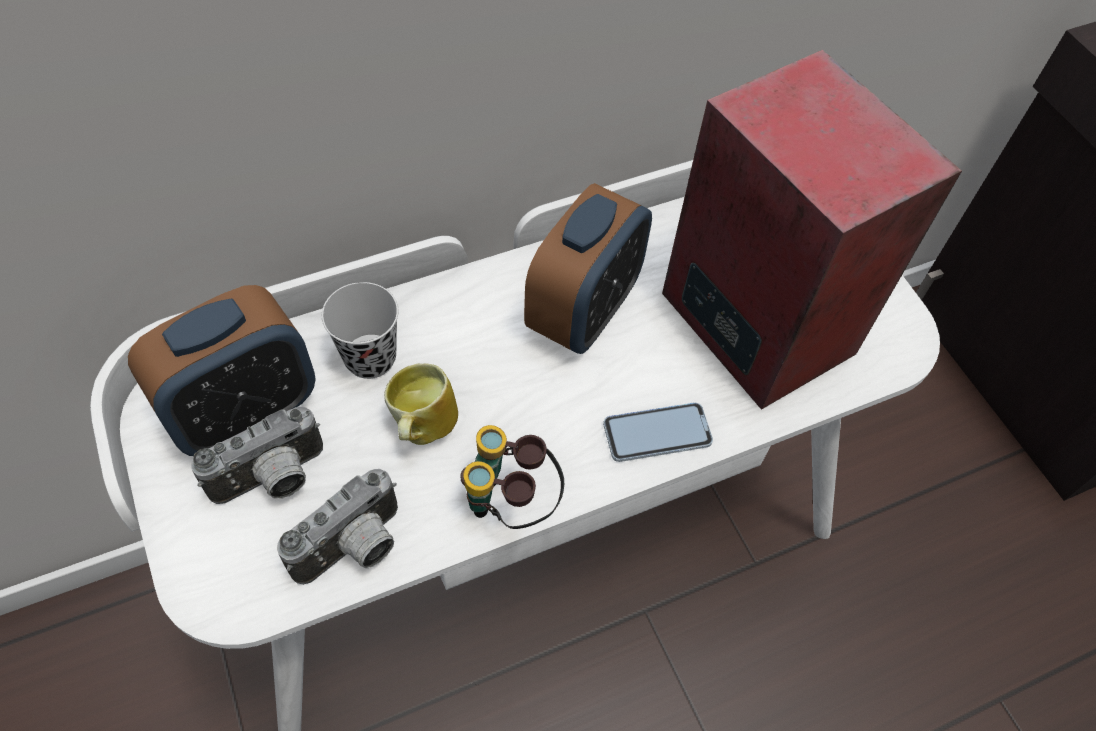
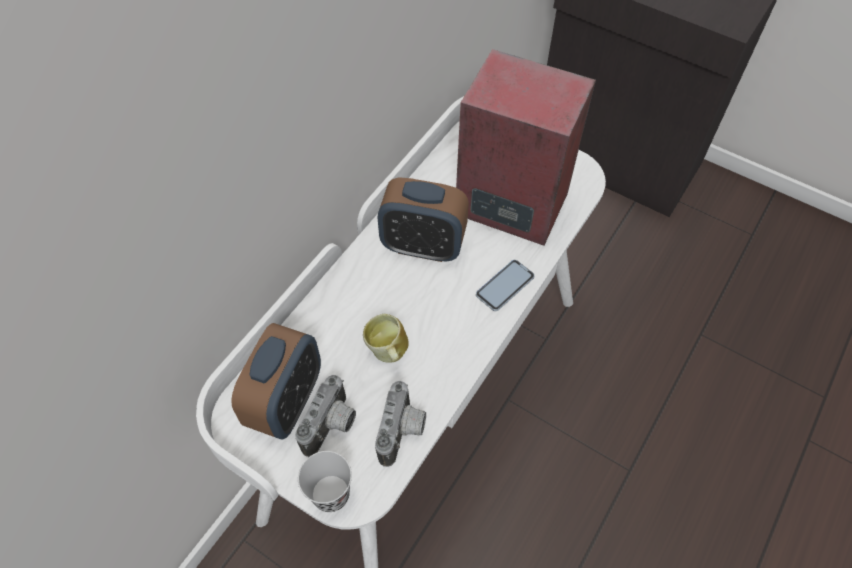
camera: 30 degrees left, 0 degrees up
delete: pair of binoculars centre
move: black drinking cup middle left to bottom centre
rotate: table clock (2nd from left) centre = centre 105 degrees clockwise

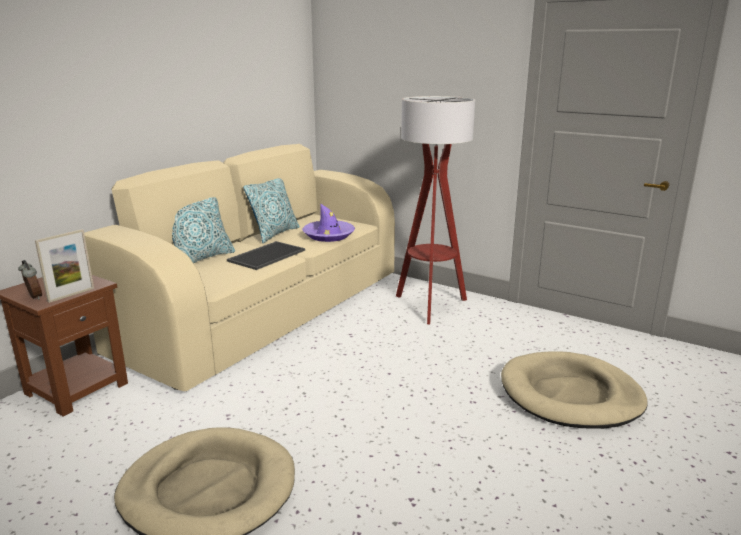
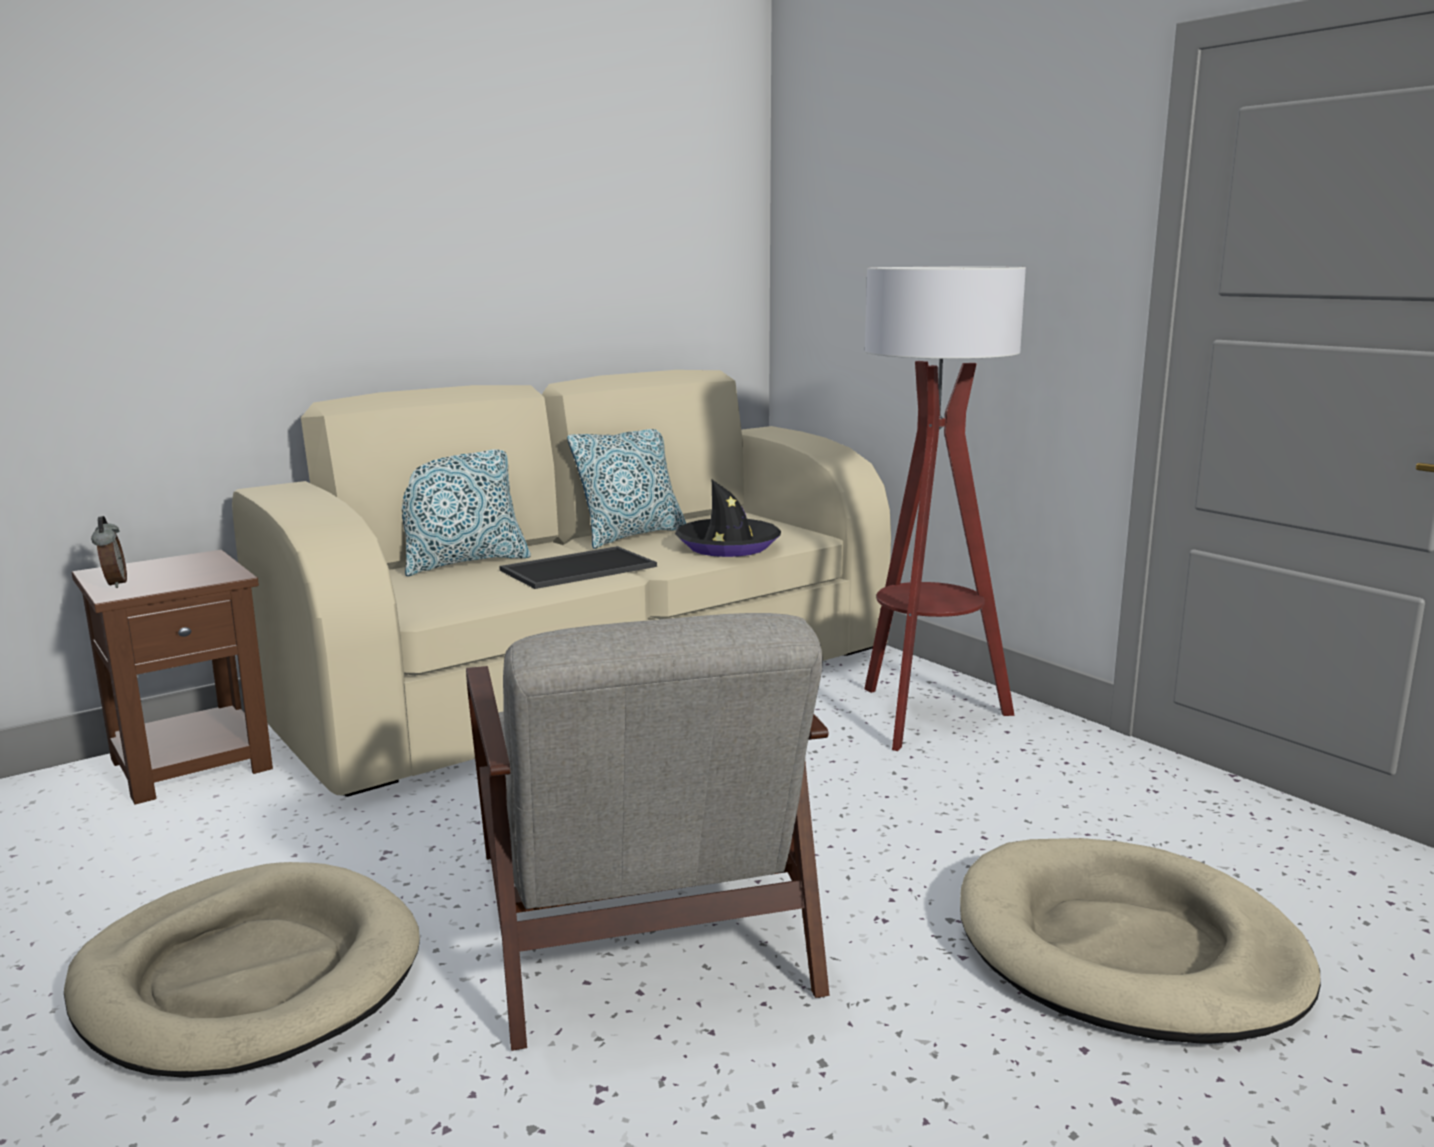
camera: 20 degrees right, 5 degrees down
delete: photo frame middle left
insert: gray armchair bottom centre
recolor: purple hat centre to black hat centre

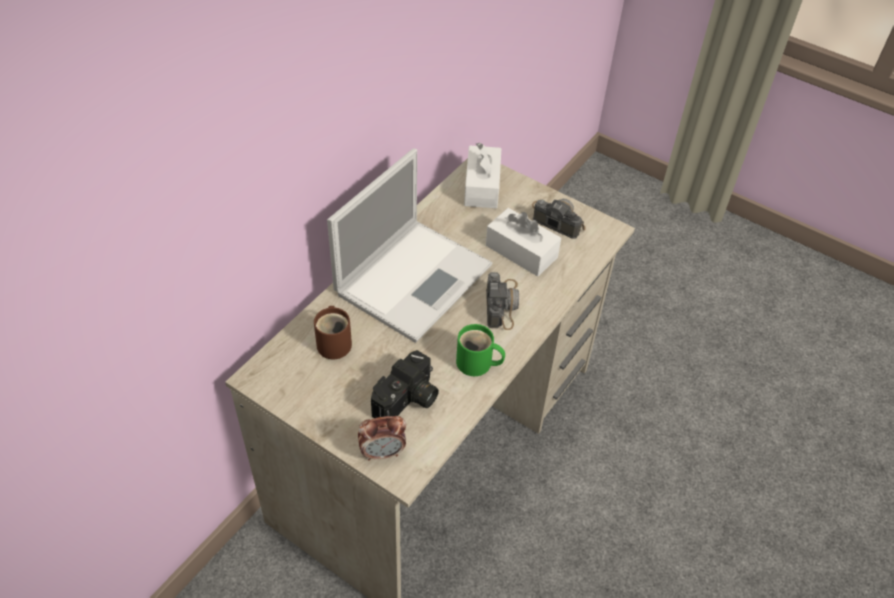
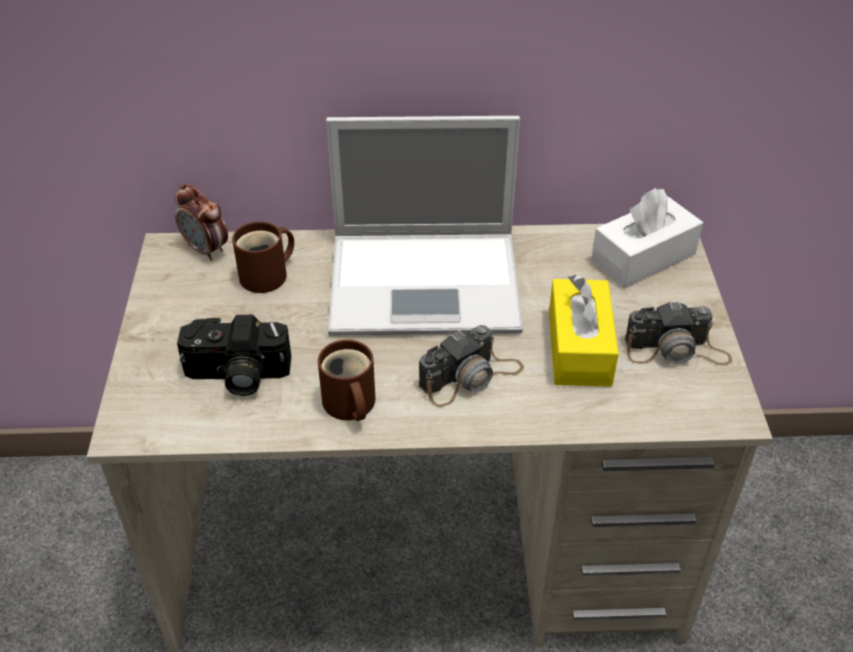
camera: 55 degrees right, 5 degrees down
move: table clock bottom centre to middle left
recolor: greenish mug centre to brown-coloured mug (2nd from left) centre; white-coloured tissue holder (2nd from left) centre to yellowish tissue holder middle right
rotate: photo camera (3rd from left) centre = middle right 90 degrees clockwise

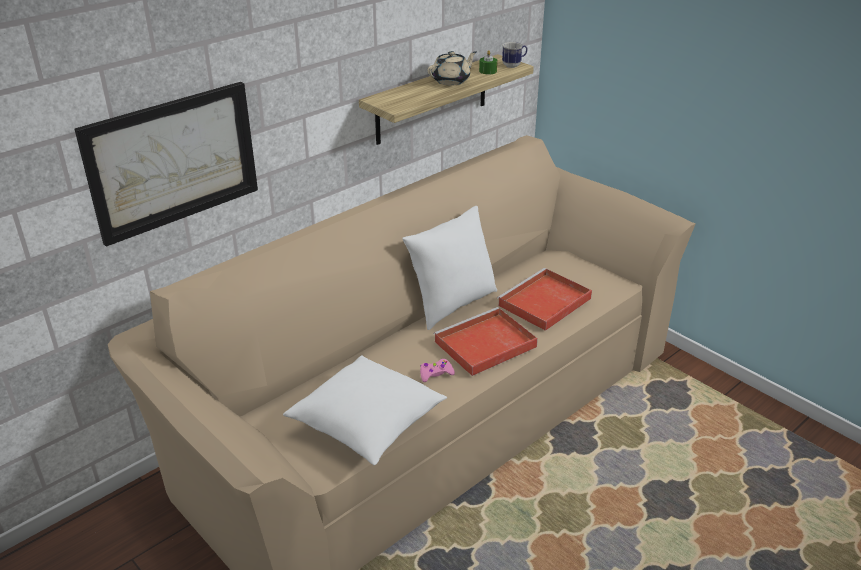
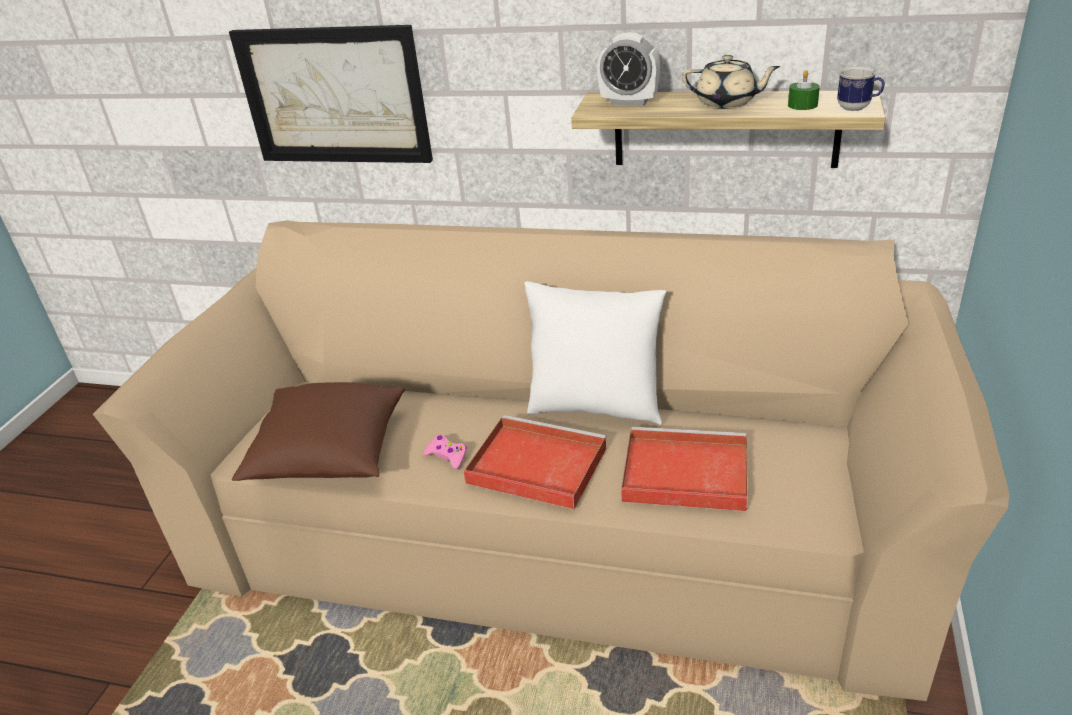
camera: 60 degrees right, 0 degrees up
insert: table clock top centre
recolor: white-coloured throw pillow (1st from left) bottom centre to brown-coloured throw pillow middle left

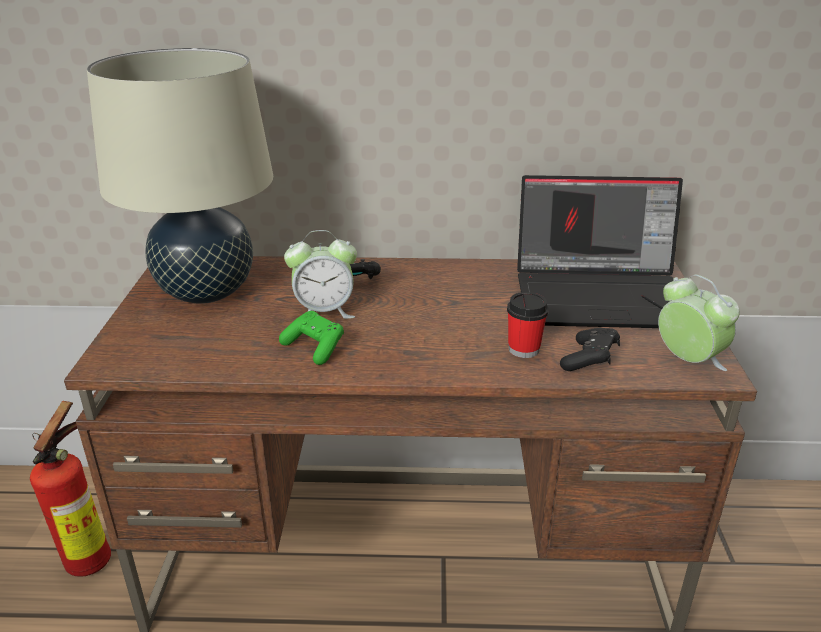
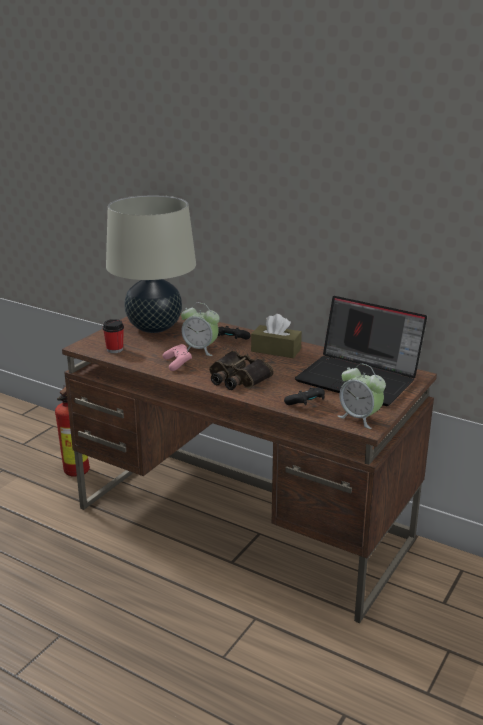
camera: 30 degrees right, 5 degrees down
insert: pair of binoculars centre; brown-coloured tissue holder centre
move: drinking cup centre to middle left
recolor: greenish joypad centre to pinkish joypad centre
rotate: table clock (2nd from left) middle right = middle right 135 degrees clockwise

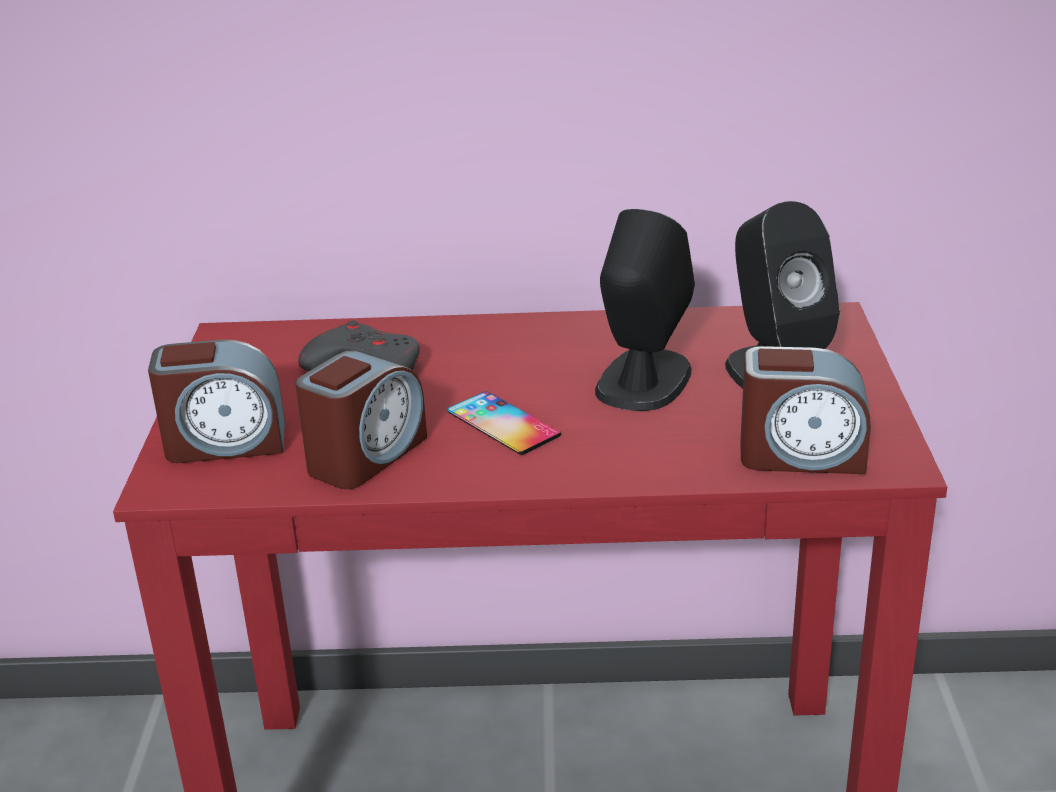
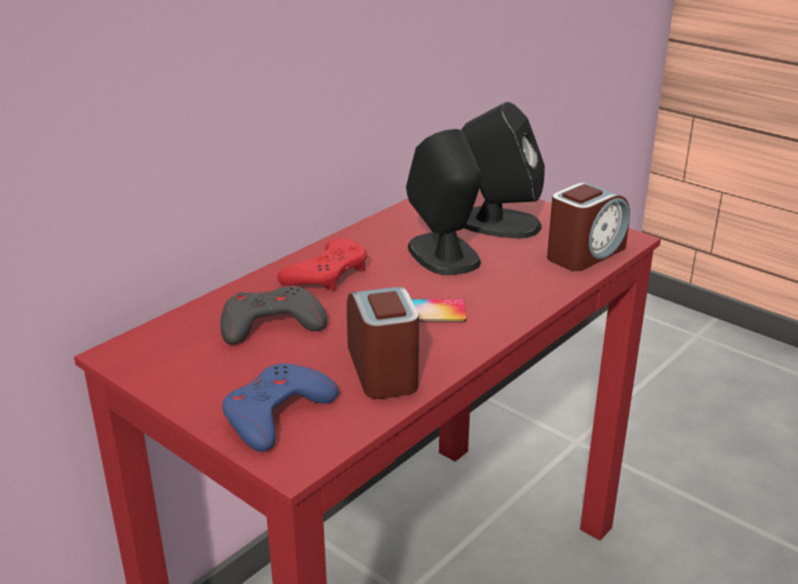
camera: 50 degrees left, 0 degrees up
insert: red-coloured joypad centre
replace: table clock (1st from left) middle left to blue-coloured joypad bottom centre

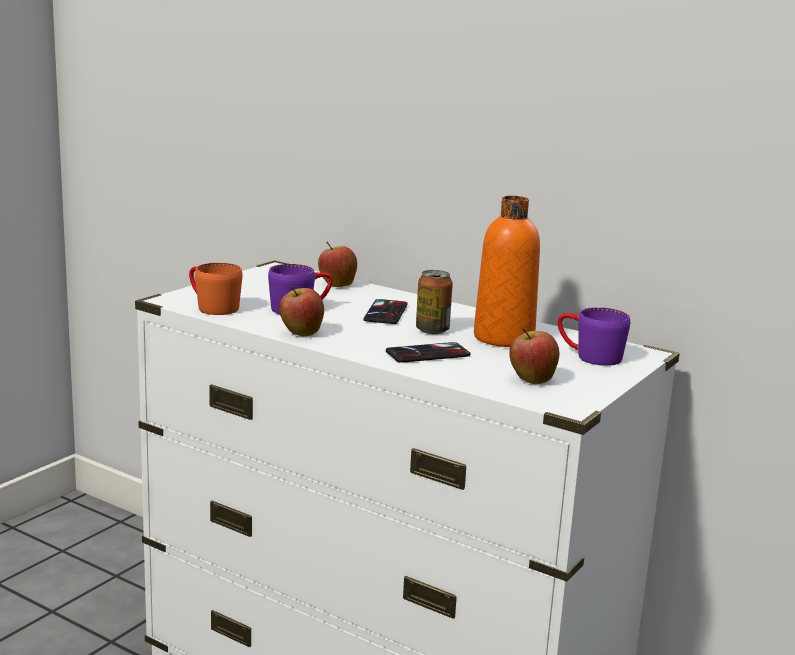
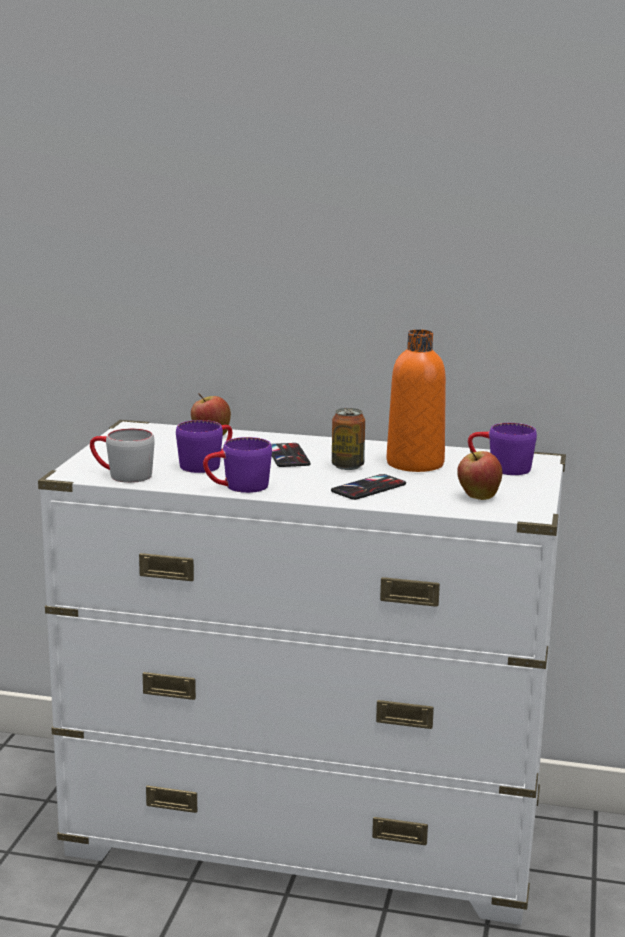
camera: 20 degrees left, 0 degrees up
replace: whole apple (1st from left) centre to purple mug (2nd from left) centre
recolor: orange-coloured mug middle left to gray mug middle left

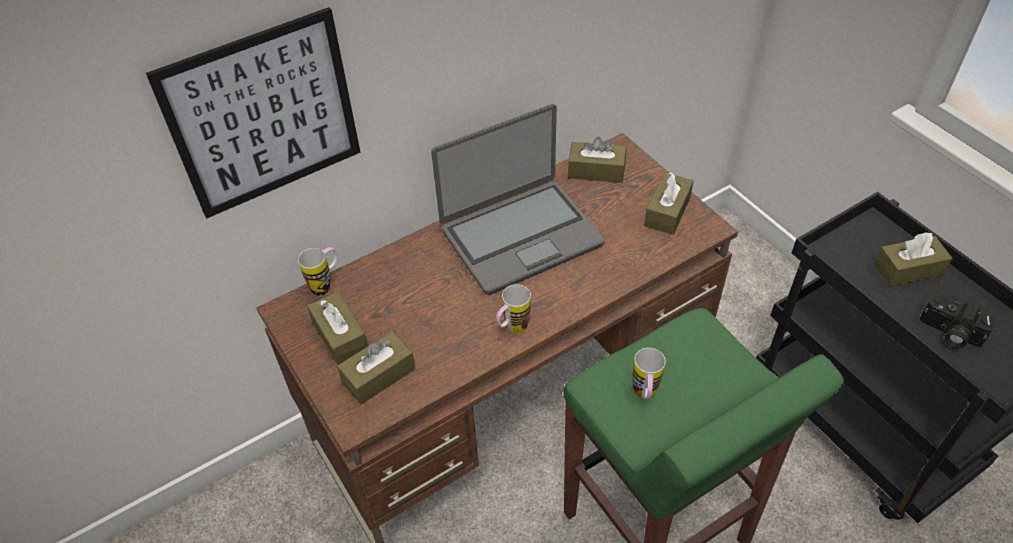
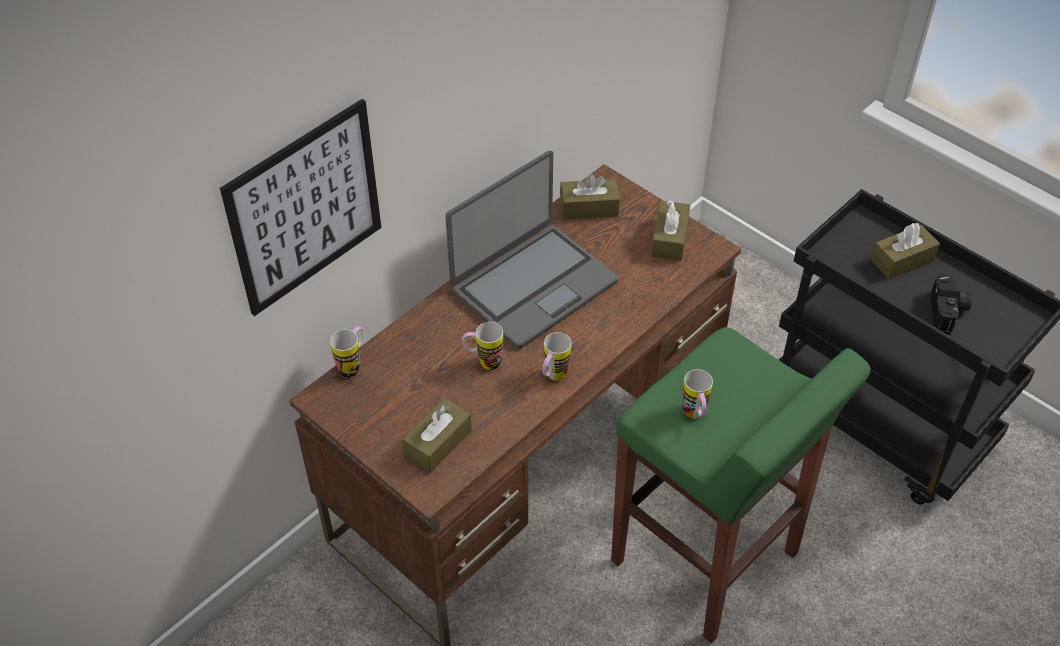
camera: 15 degrees left, 0 degrees up
delete: brown-coloured tissue holder (1st from left) middle left
insert: mug (2nd from left) centre
rotate: photo camera middle right = middle right 105 degrees counterclockwise

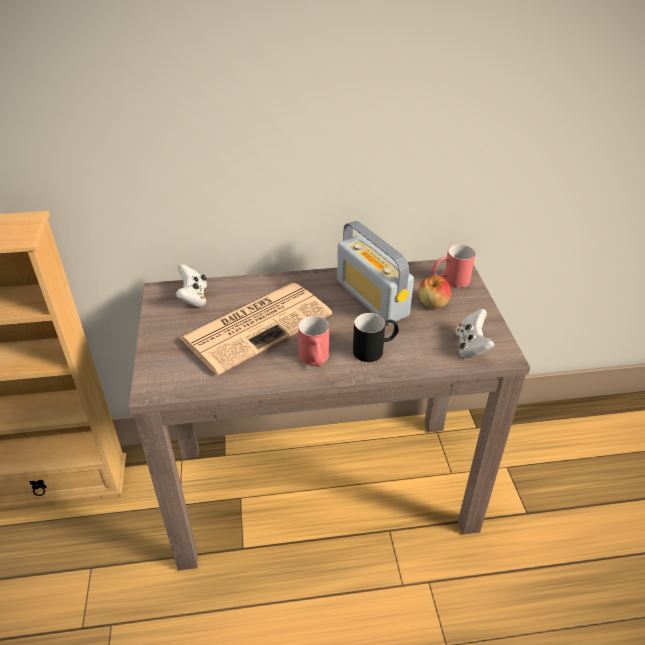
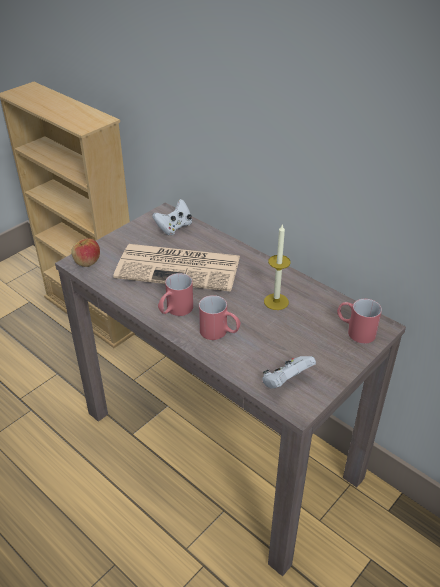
camera: 50 degrees right, 0 degrees up
move: whole apple middle right to middle left
replace: radio centre to wax light centre
recolor: black mug centre to red-coloured mug (2nd from left) centre

